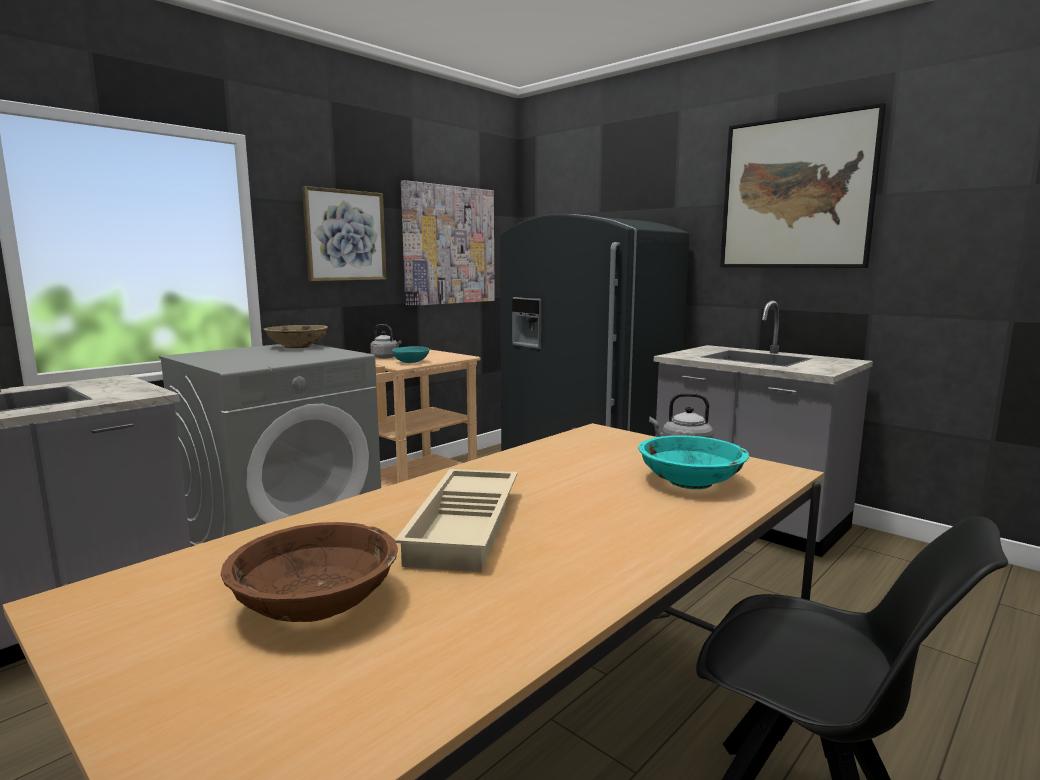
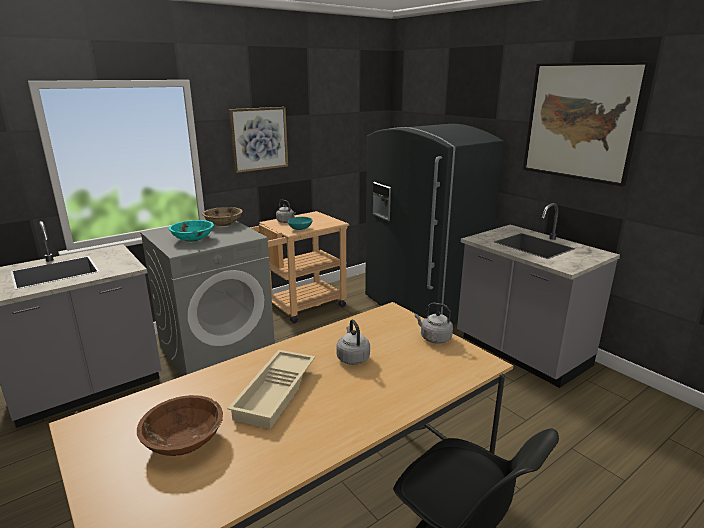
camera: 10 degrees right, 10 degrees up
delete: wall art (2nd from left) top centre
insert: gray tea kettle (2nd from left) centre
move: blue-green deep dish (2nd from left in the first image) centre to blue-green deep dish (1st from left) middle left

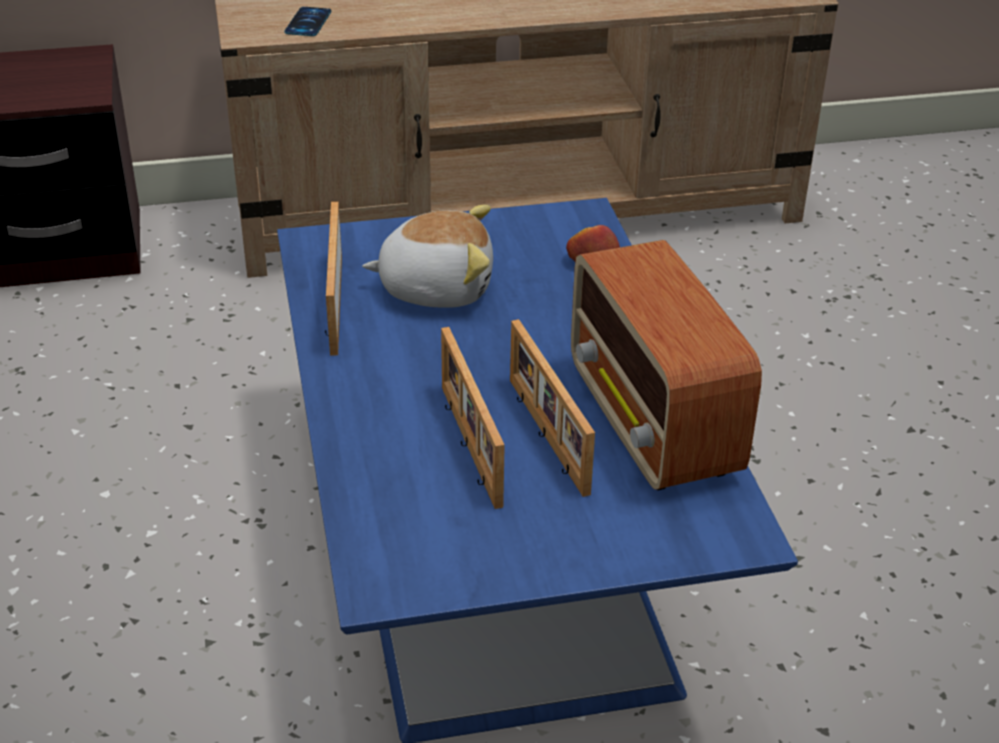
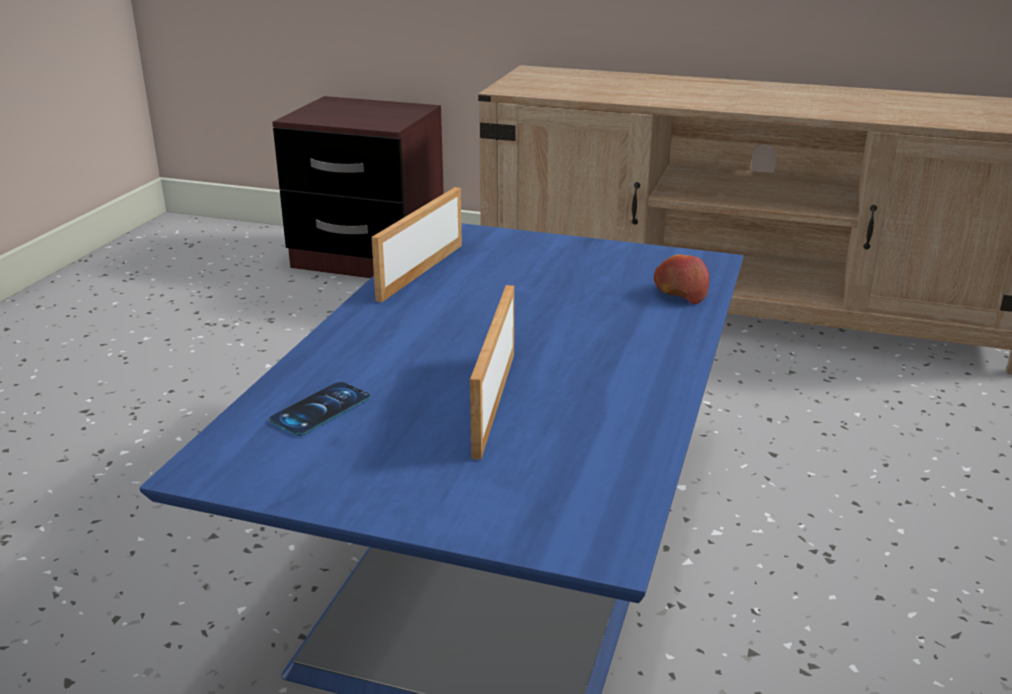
camera: 30 degrees right, 10 degrees down
delete: cuddly toy centre; photo frame (2nd from left) centre; radio middle right
move: phone top left to middle left

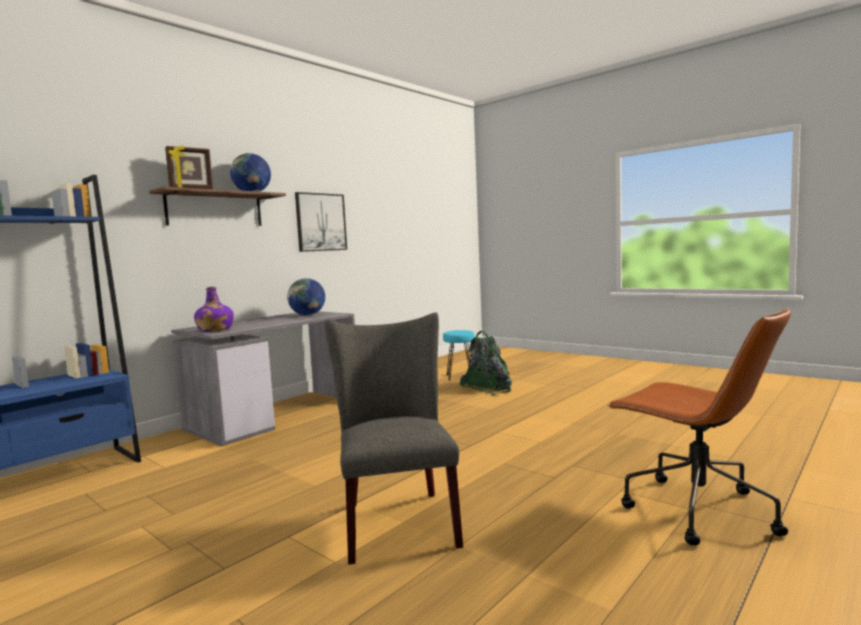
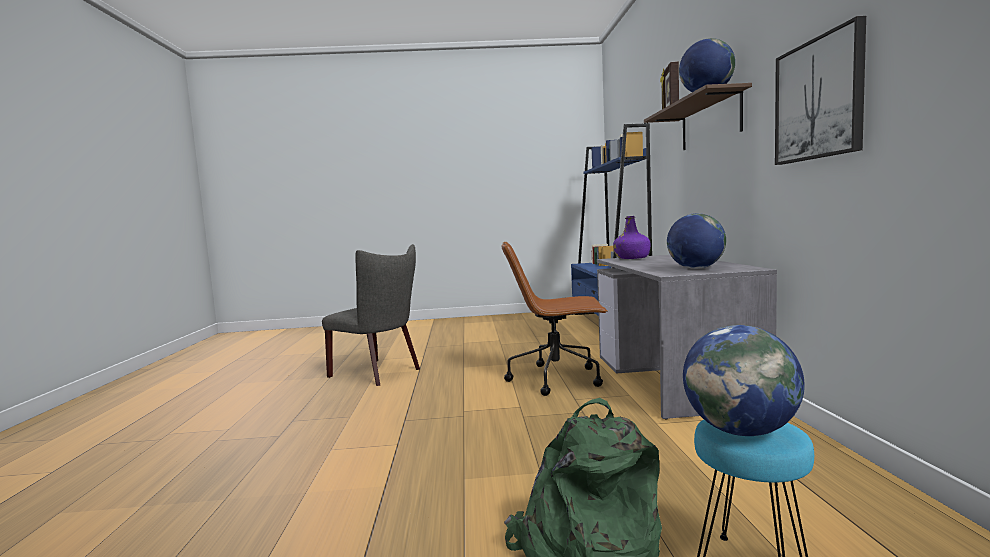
camera: 135 degrees right, 0 degrees up
insert: desk globe (3rd from left) bottom right
move: brown-coloured office chair bottom right to centre

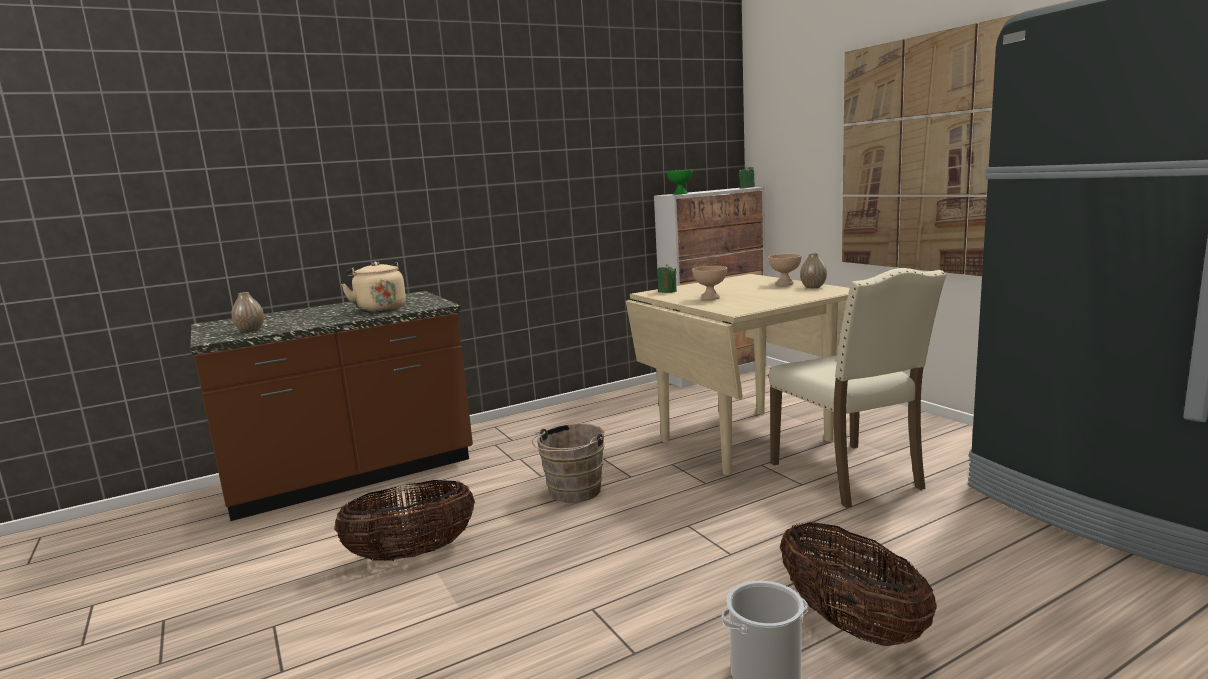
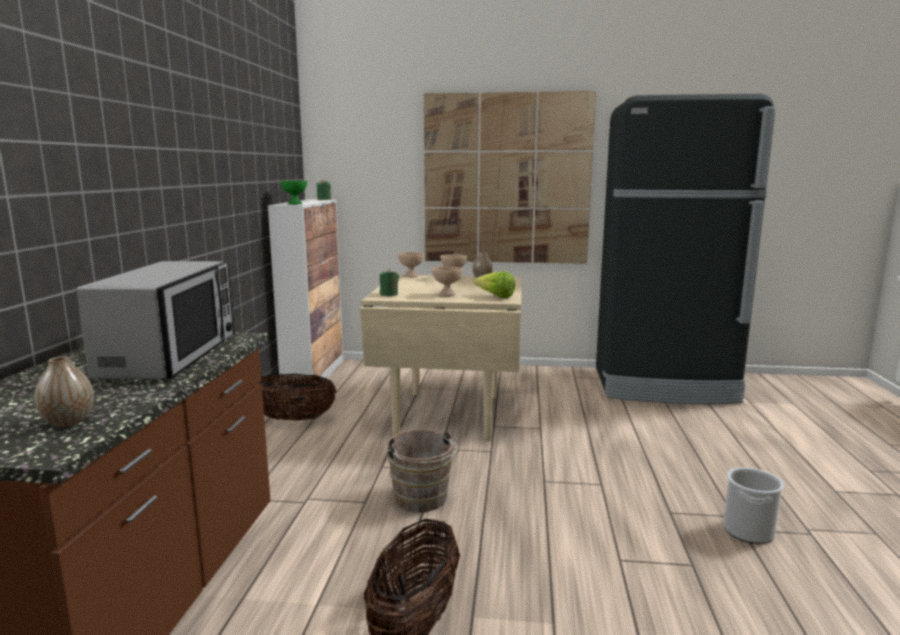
camera: 55 degrees left, 0 degrees up
delete: sand-coloured upright chair middle right
insert: sand-coloured deep dish (1st from left) centre; lettuce head centre
move: household basket (2nd from left in the first image) bottom right to household basket (1st from left) middle left
replace: sand-coloured tea kettle middle left to kitchen microwave middle left

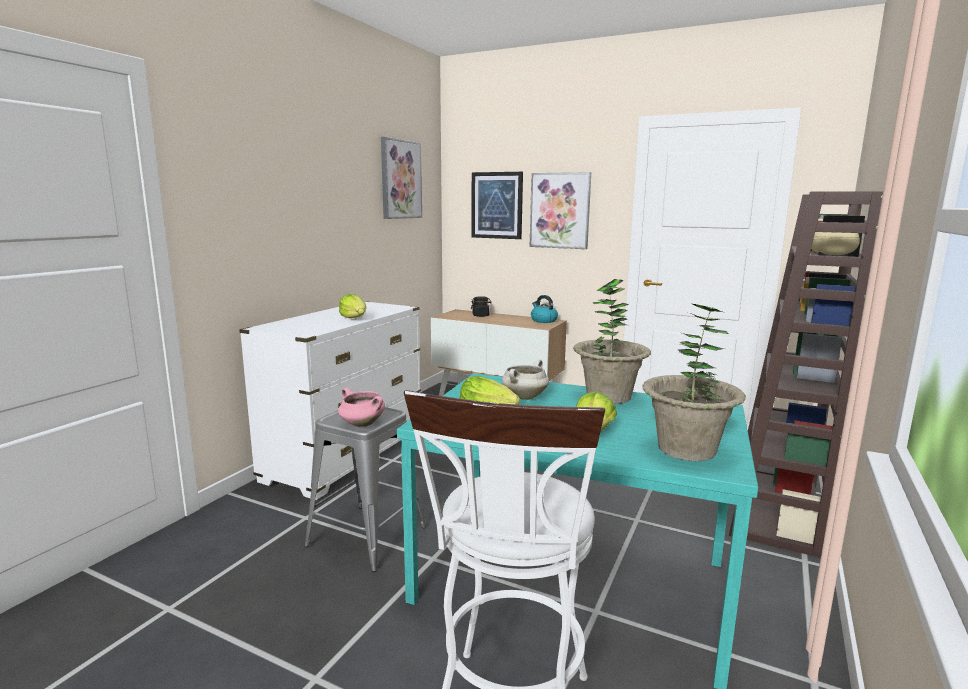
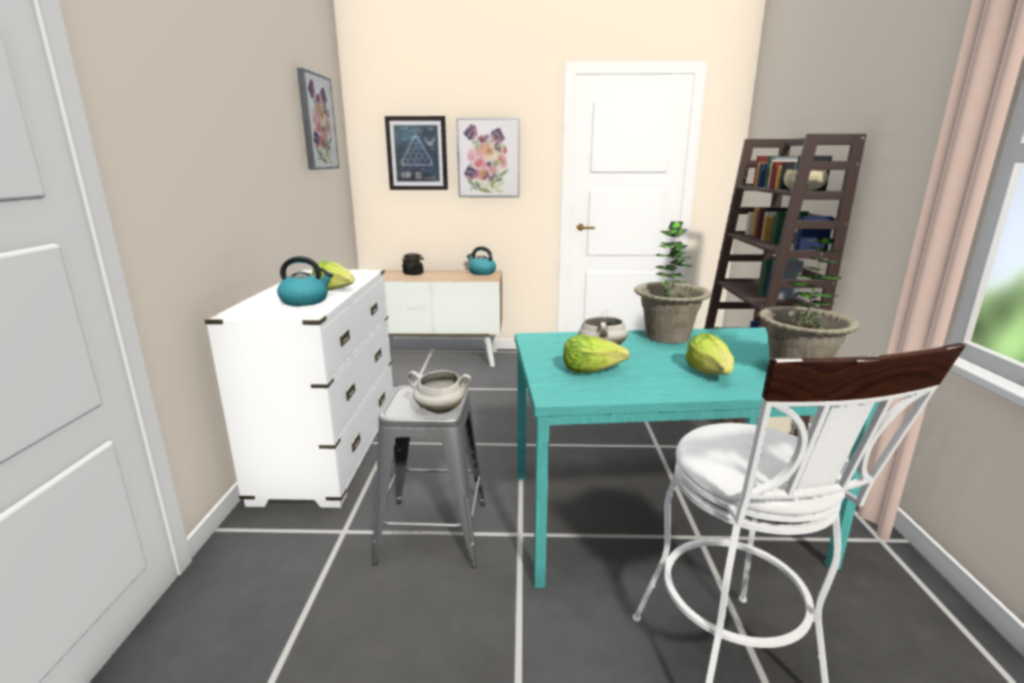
camera: 25 degrees left, 5 degrees up
insert: tea kettle (1st from left) middle left
recolor: pinkish saucepot centre to white-coloured saucepot (1st from left) centre

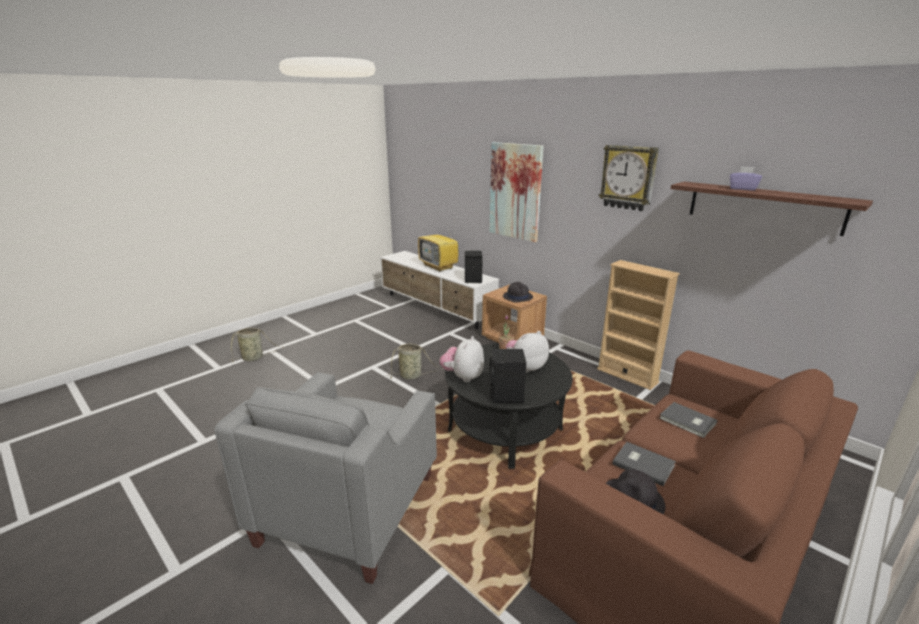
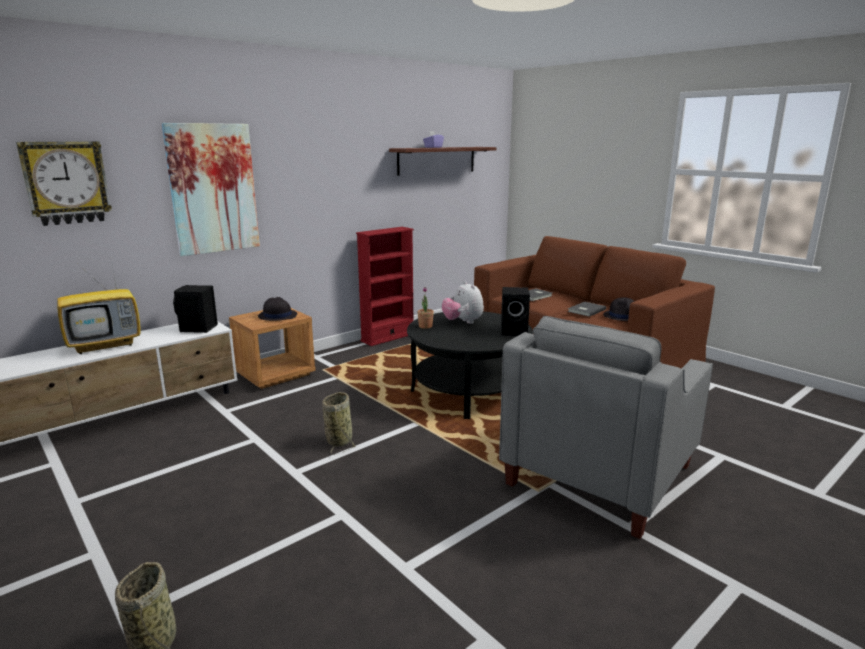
camera: 85 degrees left, 5 degrees down
delete: cuddly toy (1st from left) centre
move: hanging clock top right to top left
recolor: sand-coloured shelving unit middle right to red-coloured shelving unit centre
rotate: gray armchair bottom centre = middle right 105 degrees clockwise

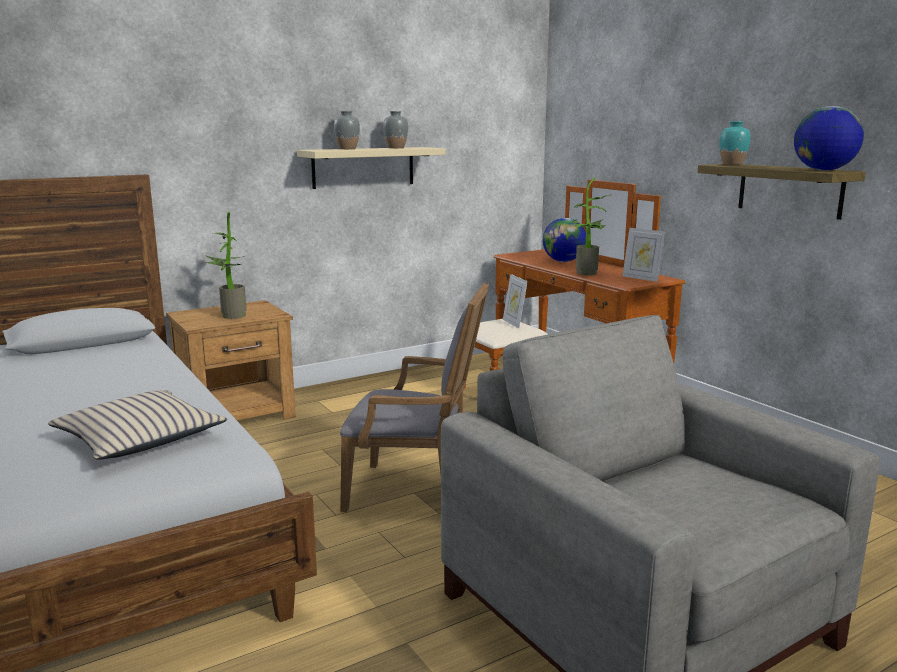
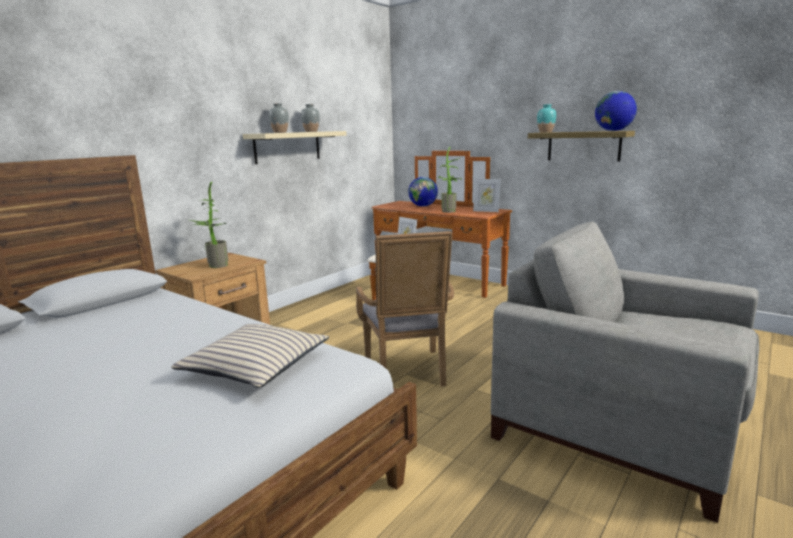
camera: 20 degrees left, 0 degrees up
rotate: gray armchair (1st from left) centre = centre 90 degrees clockwise

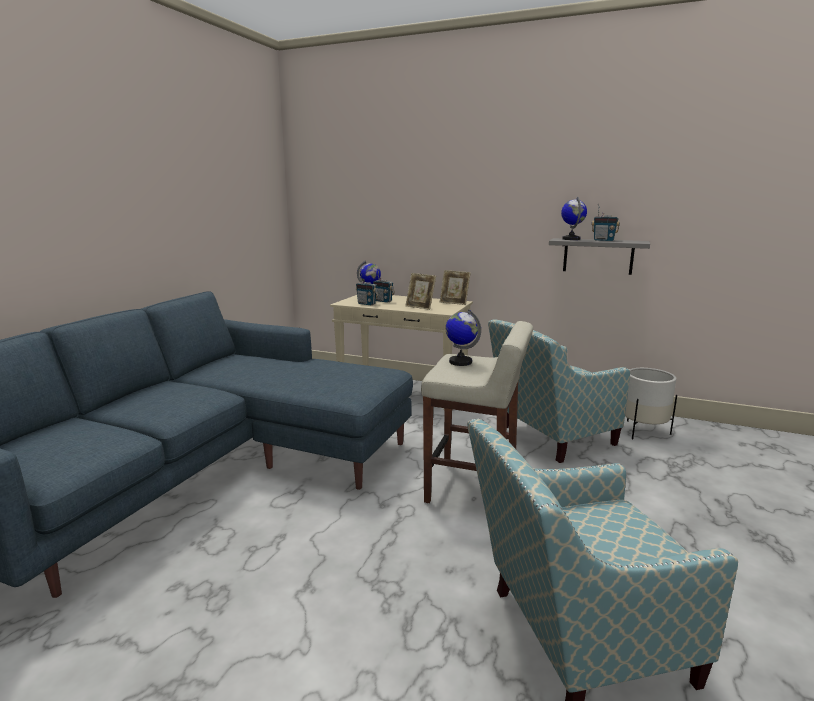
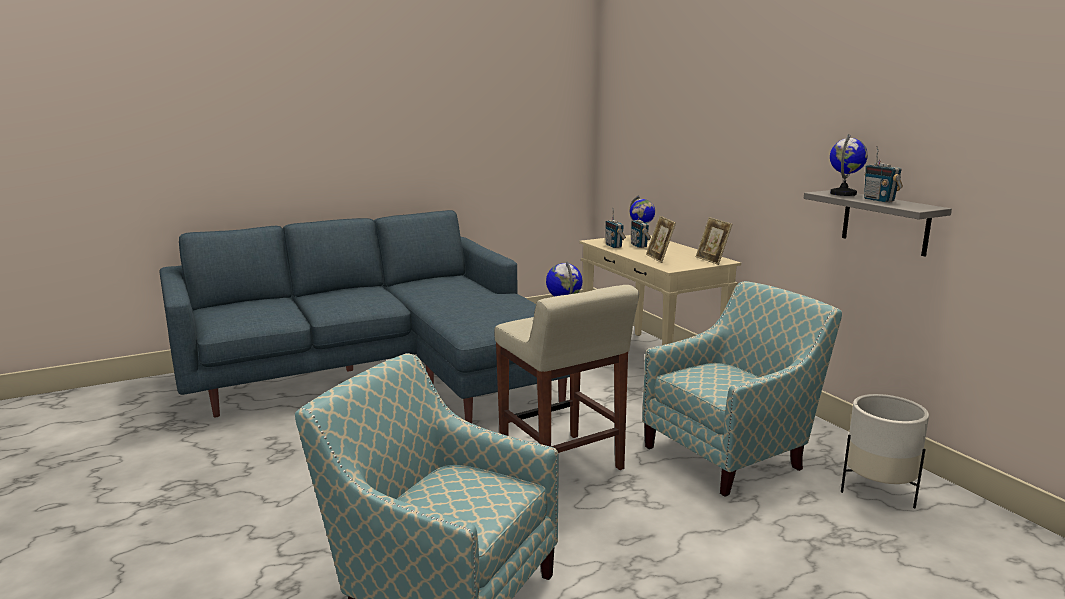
camera: 40 degrees right, 0 degrees up
rotate: armchair (1st from left in the first image) middle right = middle right 135 degrees clockwise

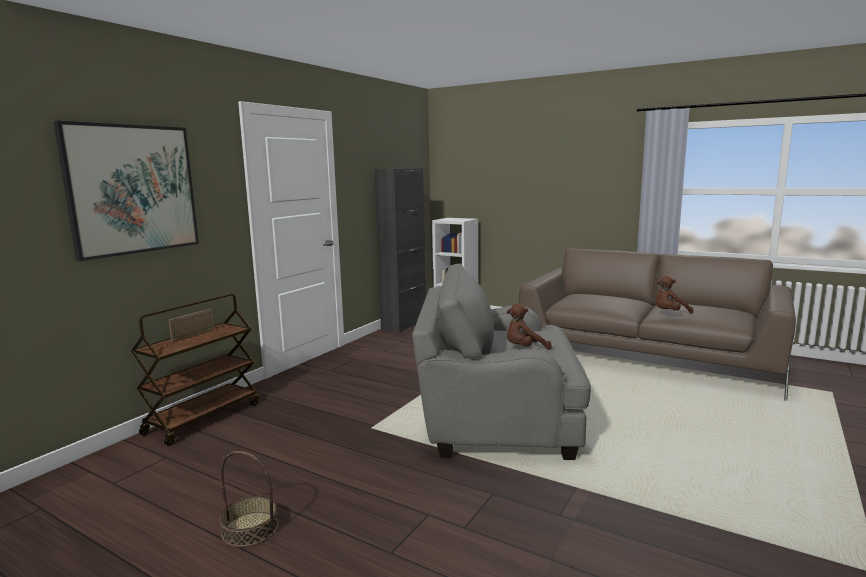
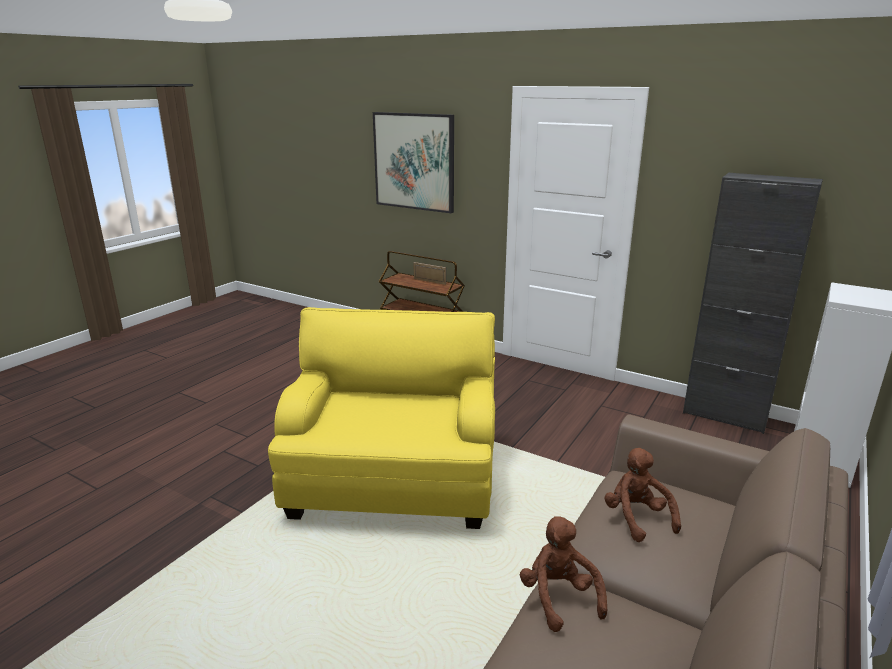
camera: 90 degrees right, 10 degrees up
delete: household basket bottom left
move: brown-coloured cuddly toy (1st from left in the first image) centre to brown-coloured cuddly toy (2nd from left) bottom right
recolor: gray armchair centre to yellowish armchair centre

